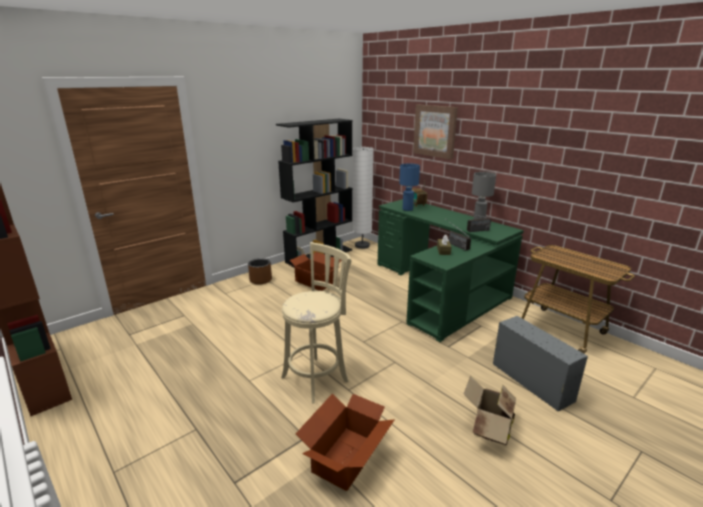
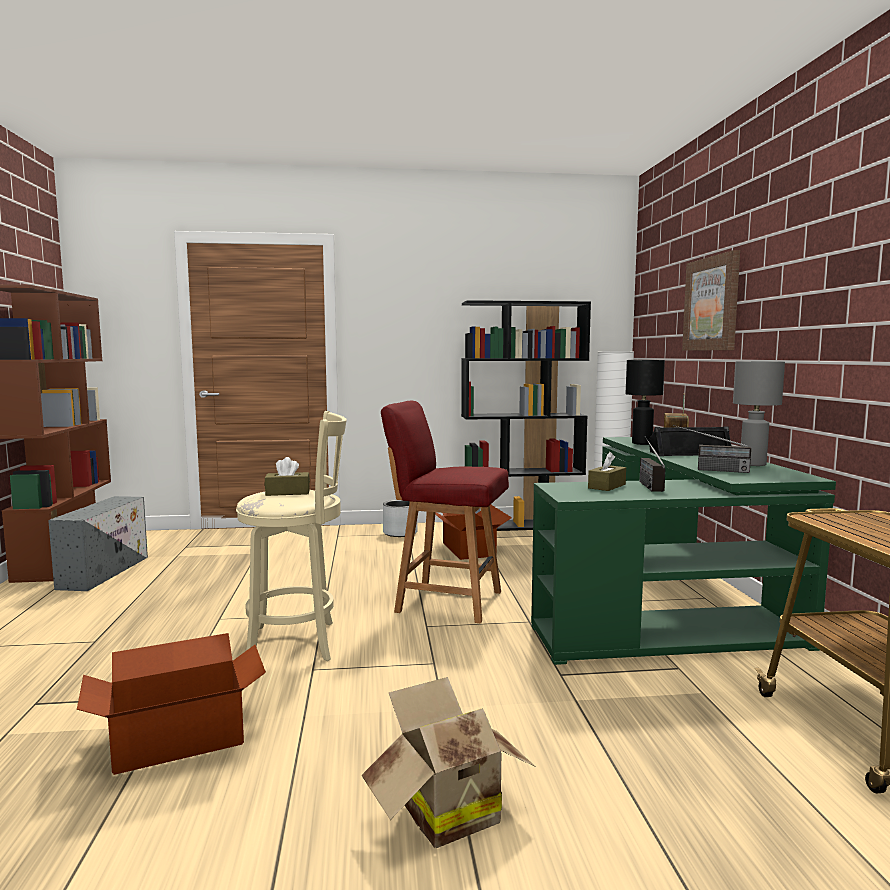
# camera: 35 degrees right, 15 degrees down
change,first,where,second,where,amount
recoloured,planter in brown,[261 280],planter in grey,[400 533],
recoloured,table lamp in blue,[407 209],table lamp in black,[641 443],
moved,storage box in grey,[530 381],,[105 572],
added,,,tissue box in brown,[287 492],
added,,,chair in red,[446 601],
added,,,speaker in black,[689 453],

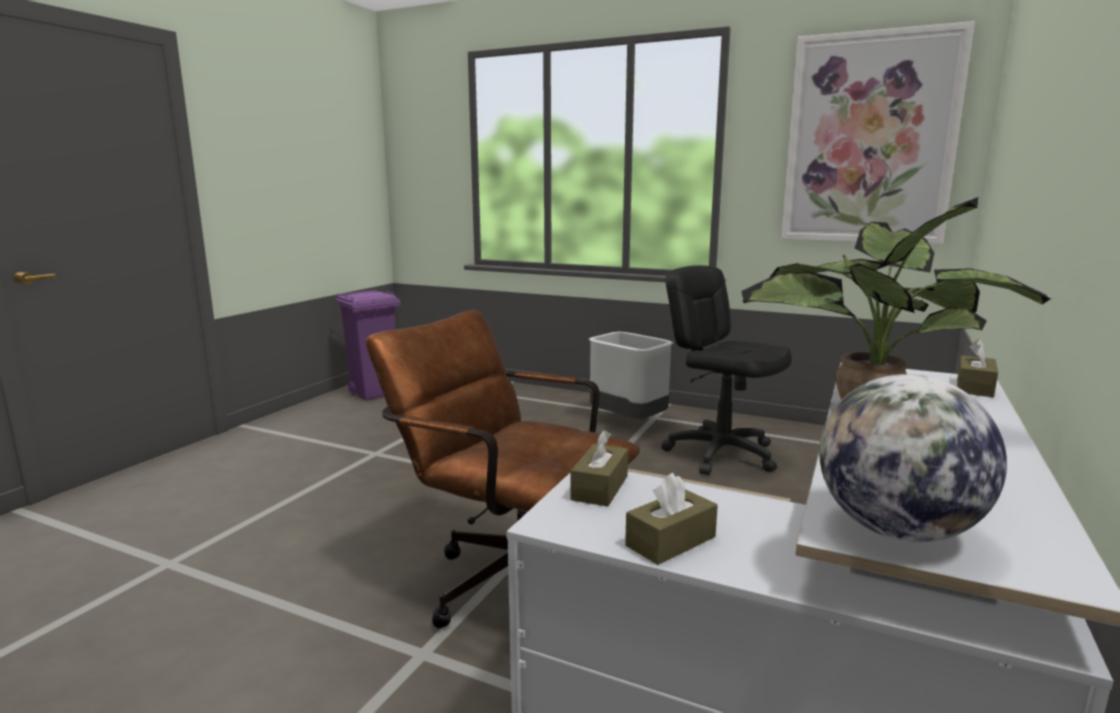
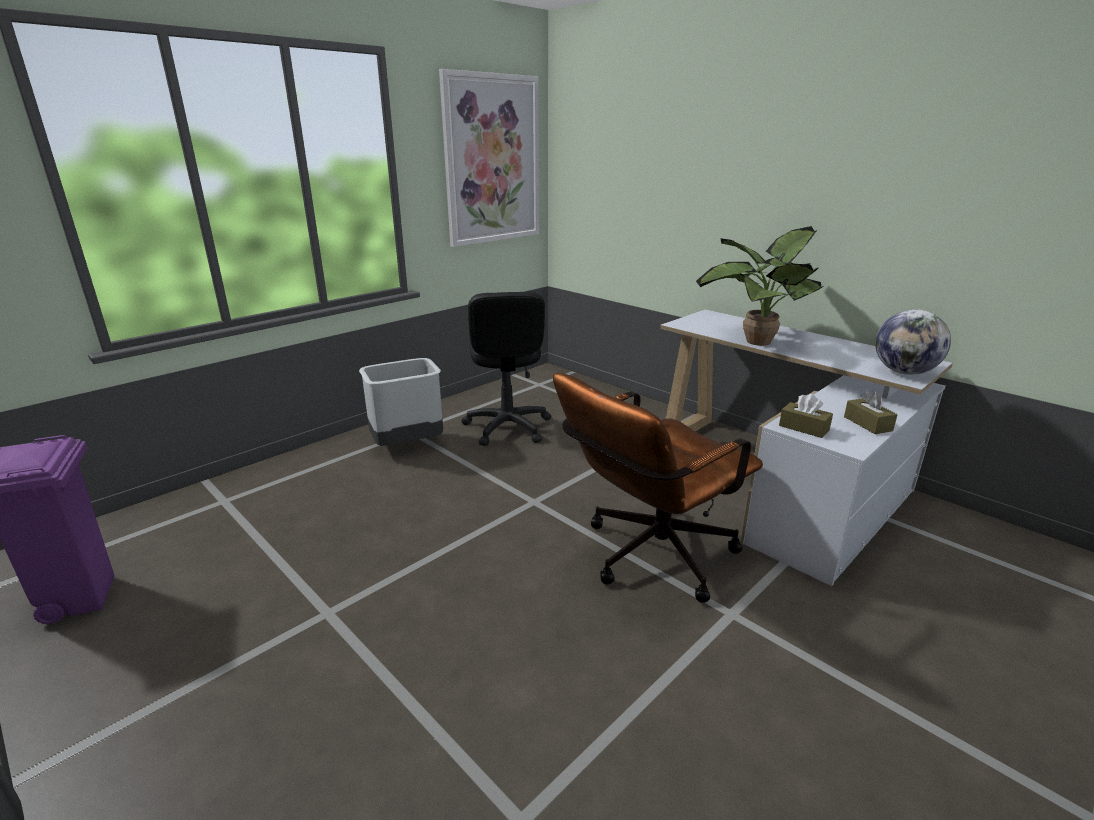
# camera: 70 degrees left, 10 degrees up
change,first,where,second,where,amount
turned,office chair in black,[721 453],,[507 427],75 degrees counterclockwise
removed,tissue box in brown,[974 387],,,

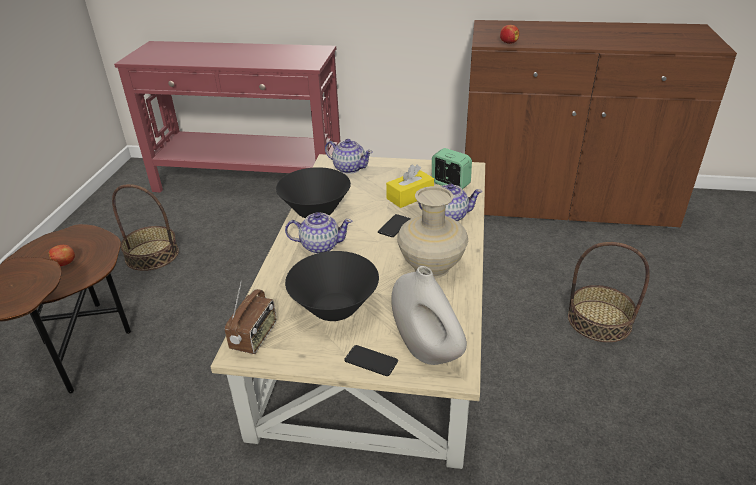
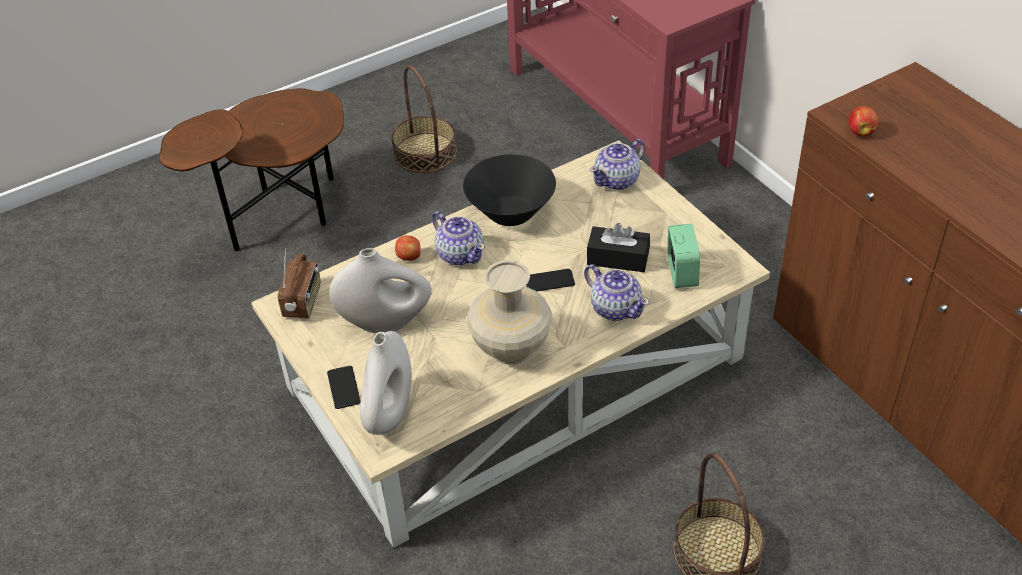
# camera: 50 degrees right, 10 degrees up
change,first,where,second,where,amount
moved,apple,[65 263],,[409 257],
turned,radio,[255 337],,[303 302],60 degrees counterclockwise
replaced,bowl in black,[334 307],vase in white,[385 322],
turned,teapot,[349 168],,[617 180],60 degrees clockwise
recoloured,tissue box in yellow,[410 196],tissue box in black,[618 258],

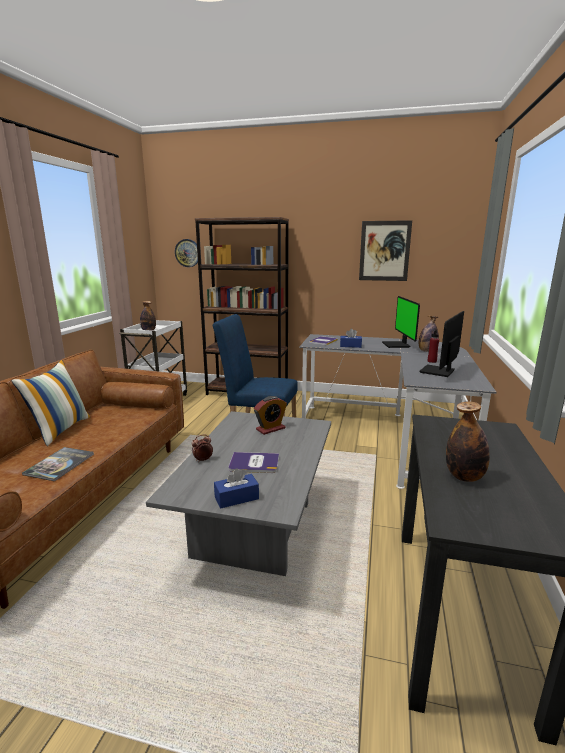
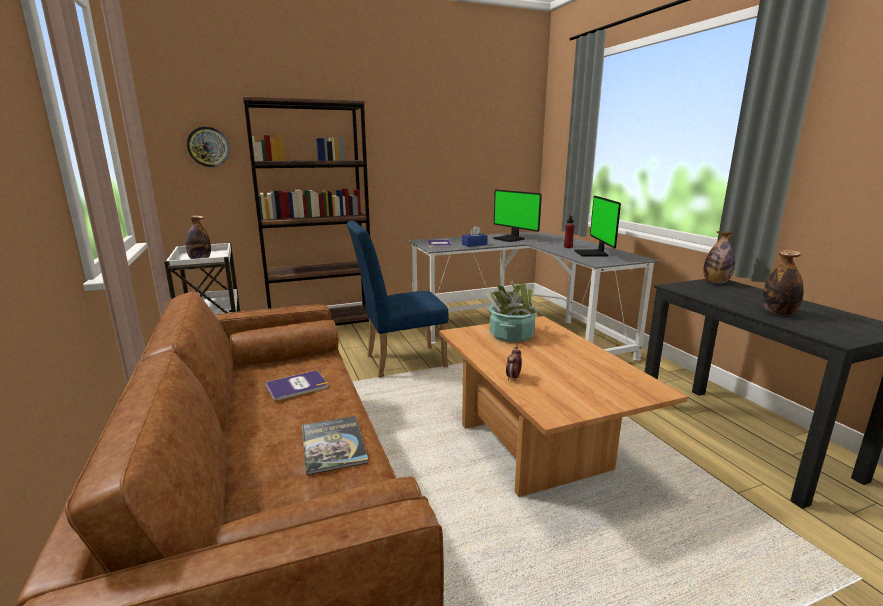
# camera: 35 degrees left, 0 degrees up
change,first,where,second,where,amount
removed,pillow,[60 429],,,
recoloured,coffee table in grey,[257 530],coffee table in brown,[538 446],
removed,tissue box in blue,[236 498],,,
moved,book,[254 463],,[297 386],
replaced,alarm clock,[270 429],potted plant,[511 335],
removed,picture,[384 251],,,
moved,bottle,[427 351],,[716 282],

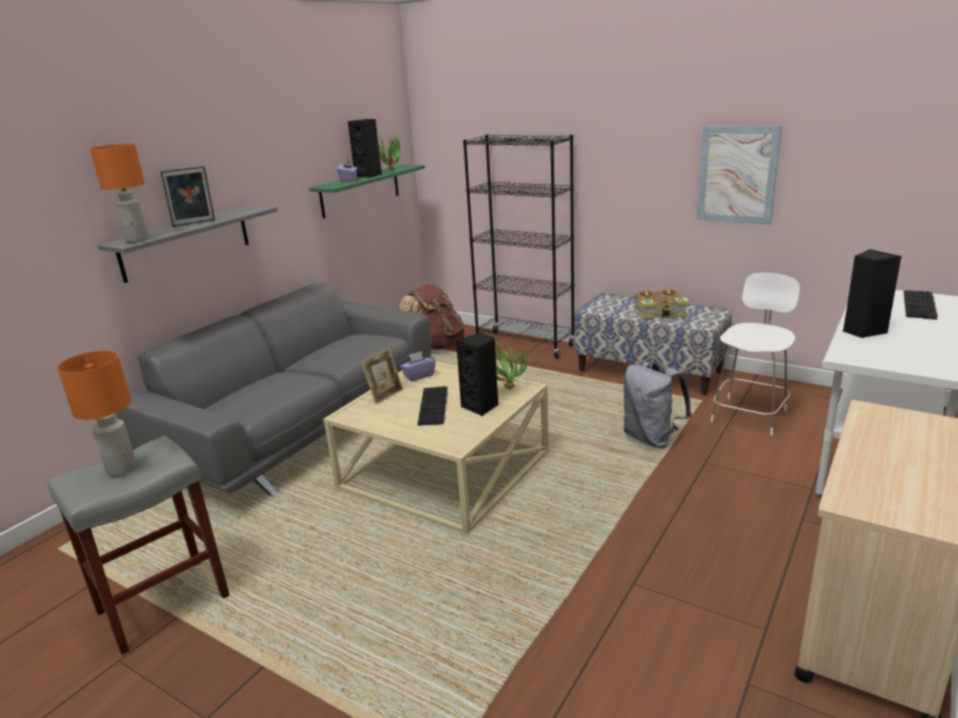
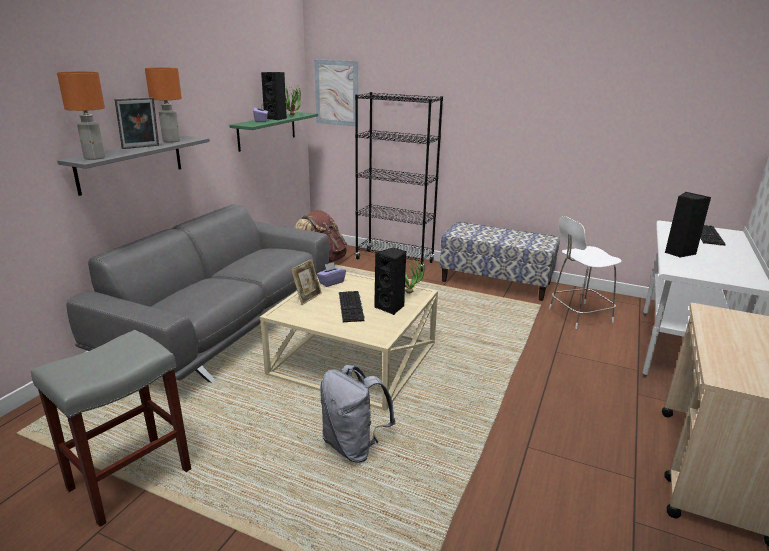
# camera: 10 degrees left, 0 degrees up
change,first,where,second,where,amount
moved,table lamp in orange,[121 469],,[171 141],
moved,backpack in grey,[652 438],,[354 446],
removed,book,[661 312],,,
moved,picture,[737 175],,[337 93],
turned,chair in white,[749 414],,[578 315],135 degrees counterclockwise

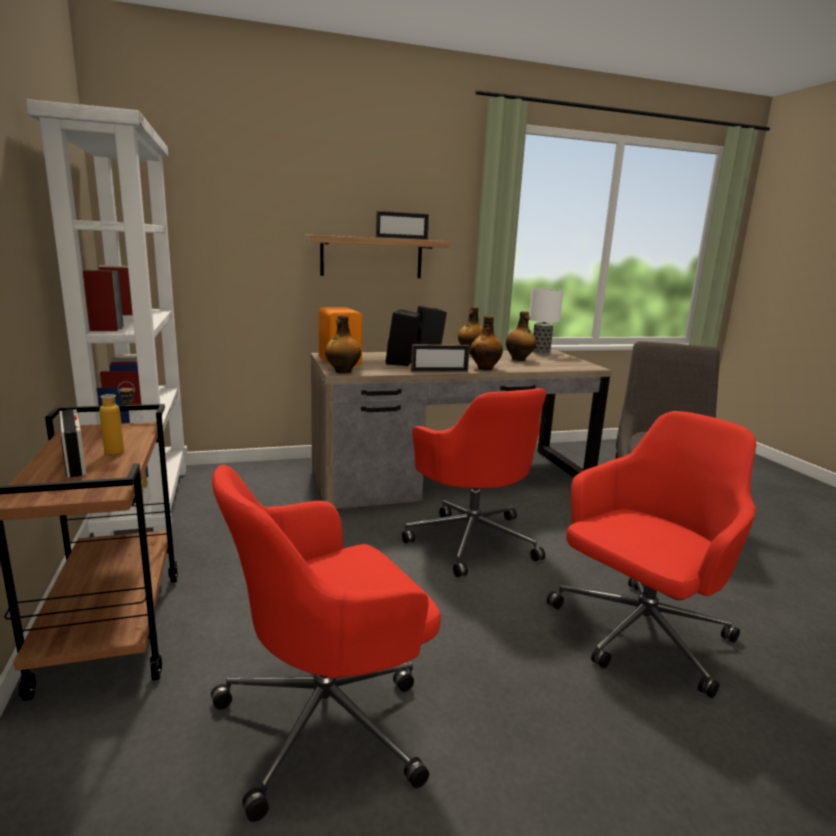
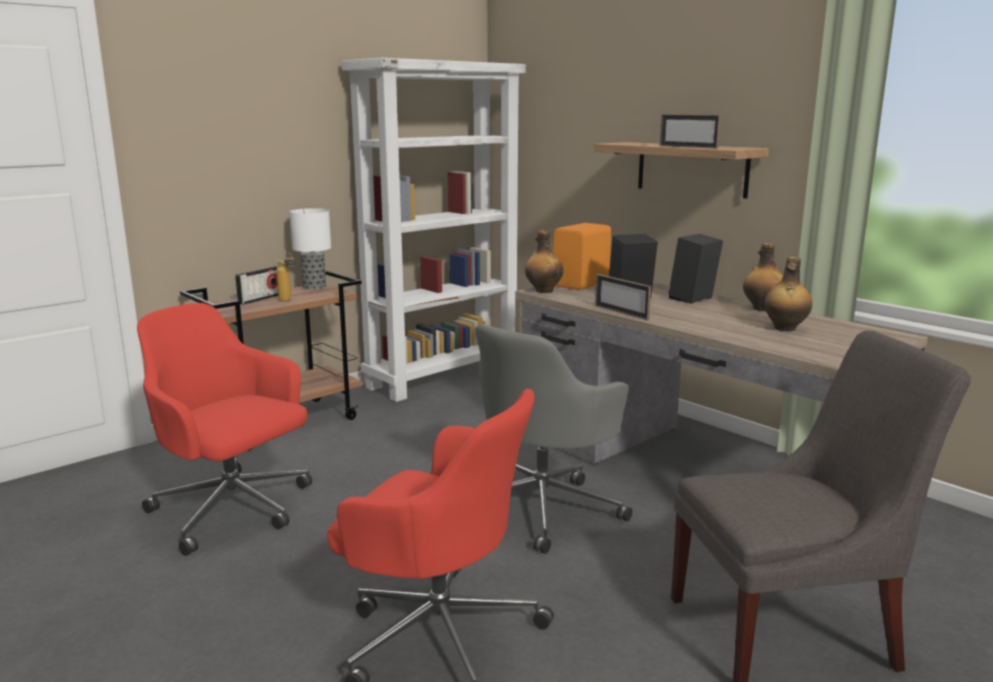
# camera: 65 degrees right, 0 degrees up
change,first,where,second,where,amount
recoloured,office chair in red,[472 539],office chair in grey,[544 507],
removed,bottle,[485 368],,,
moved,table lamp,[541 352],,[315 287],

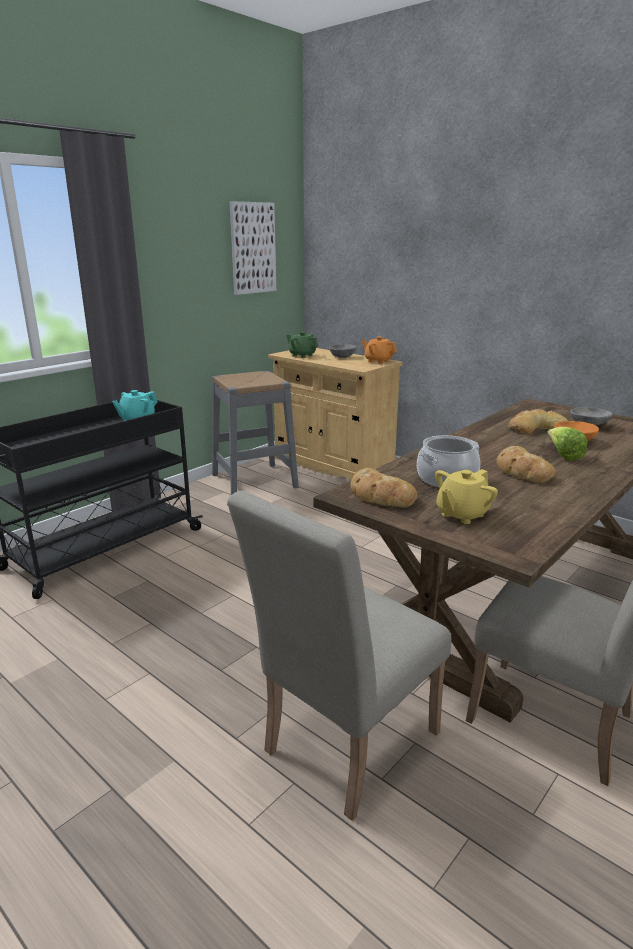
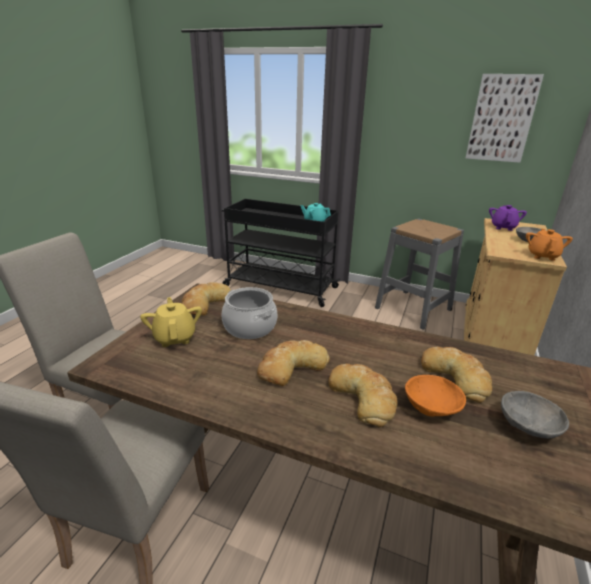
# camera: 70 degrees right, 5 degrees up
change,first,where,second,where,amount
recoloured,teapot in green,[302 355],teapot in purple,[503 227],
turned,teapot in yellow,[461 514],,[175 338],45 degrees clockwise
replaced,lettuce,[563 455],bread,[363 396],

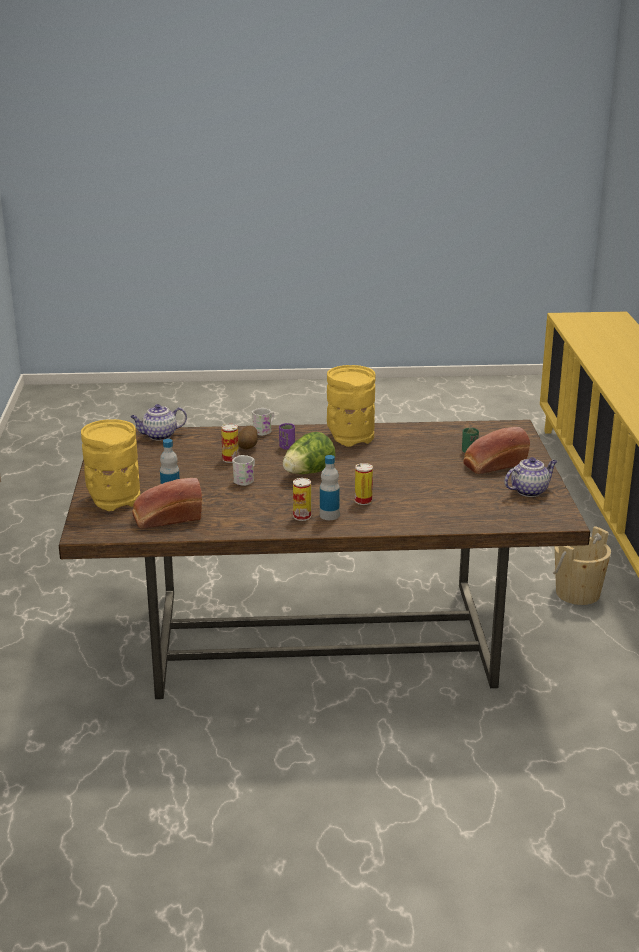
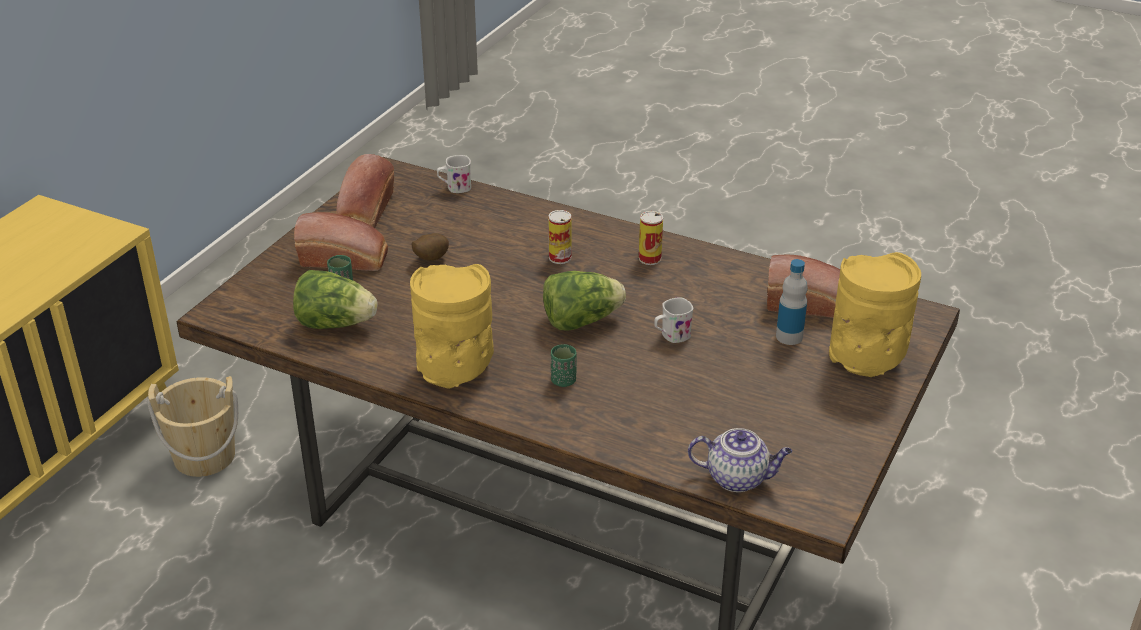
# camera: 150 degrees left, 10 degrees up
change,first,where,second,where,amount
removed,can,[230 459],,,
moved,potato,[248 447],,[430 259],
moved,mug in white,[264 431],,[455 188],
recoloured,cup in purple,[287 447],cup in green,[563 381],
removed,bottle,[329 515],,,
replaced,teapot,[529 491],bread,[365 213],
added,,,lettuce,[335 324],

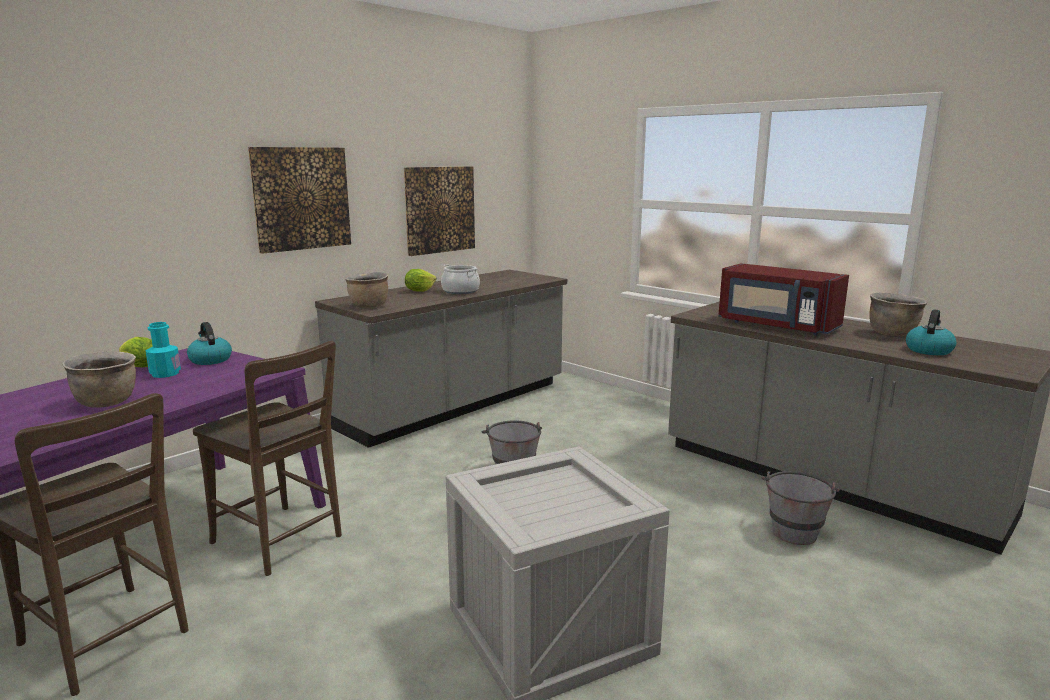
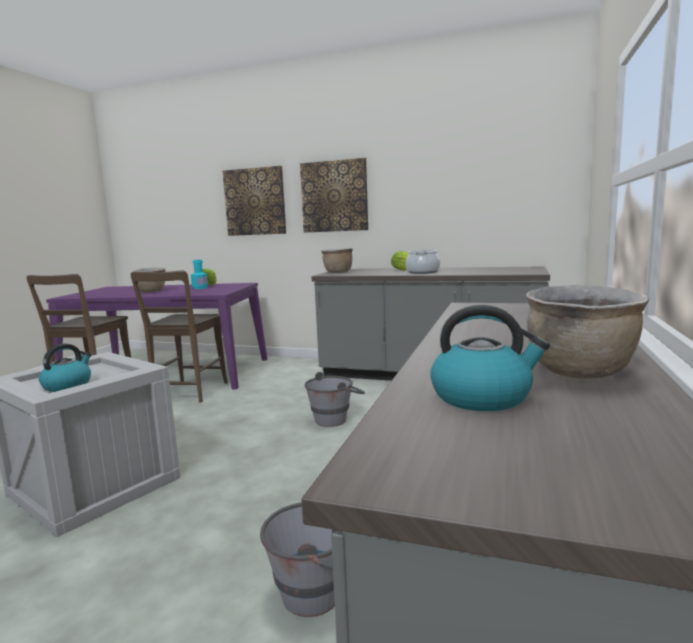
# camera: 65 degrees right, 5 degrees down
change,first,where,second,where,amount
moved,kettle,[210 360],,[68 385],
moved,picture,[439 209],,[255 202],
removed,microwave in red,[776 326],,,

